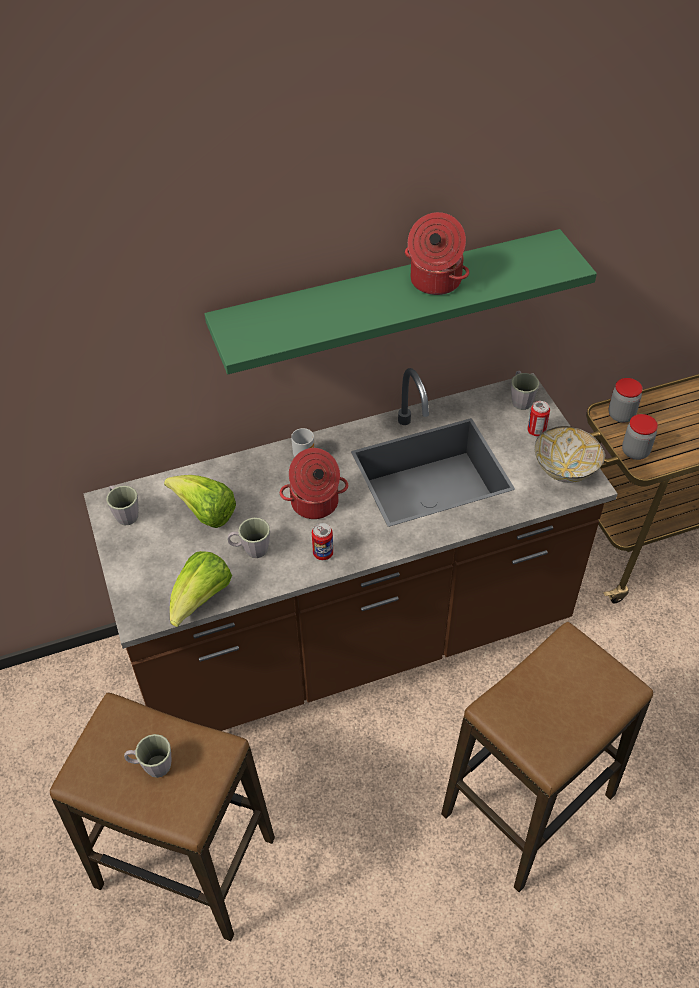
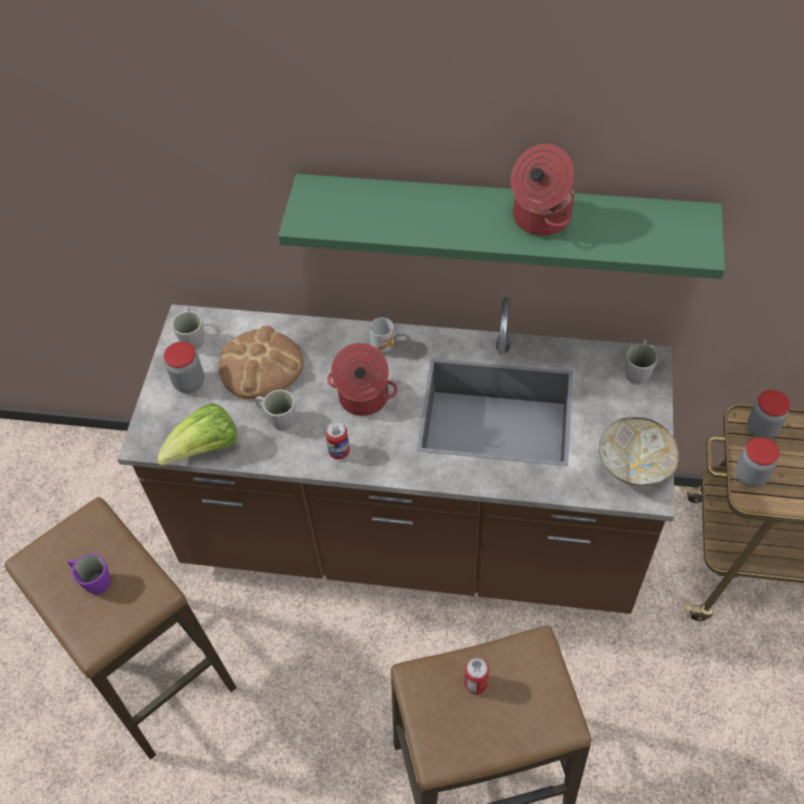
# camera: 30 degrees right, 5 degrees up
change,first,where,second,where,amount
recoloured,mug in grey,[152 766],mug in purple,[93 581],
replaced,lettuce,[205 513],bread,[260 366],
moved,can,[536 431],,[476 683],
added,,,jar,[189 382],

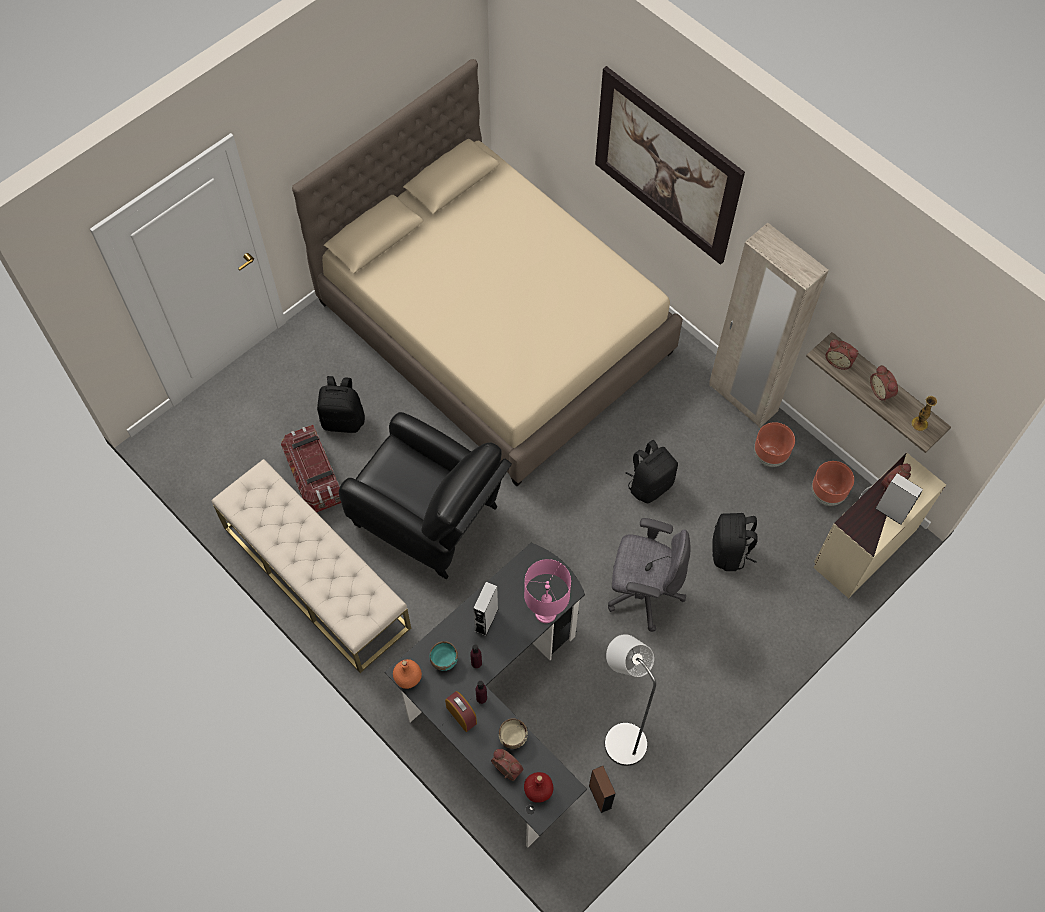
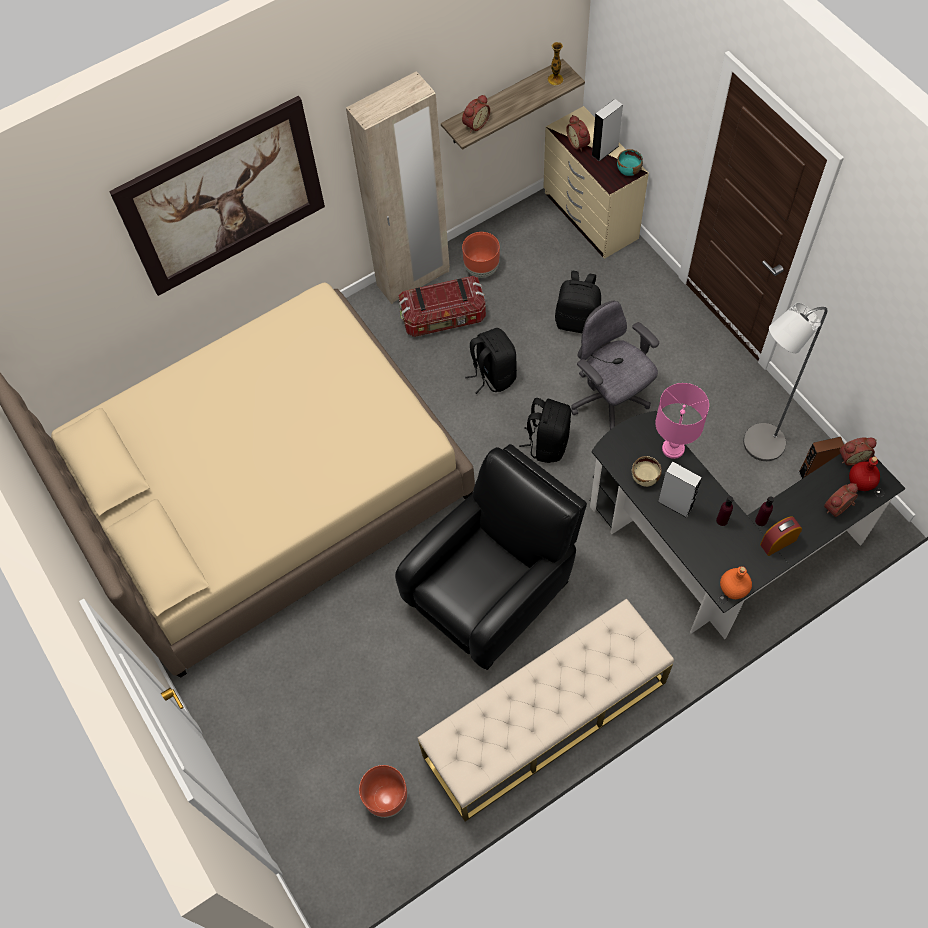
# camera: 75 degrees left, 0 degrees up
change,first,where,second,where,amount
moved,storage box,[314 477],,[444 318],
moved,backpack in black,[343 419],,[547 443],
moved,bowl in turquoise,[444 660],,[628 170],
moved,bowl in beige,[512 737],,[645 477],
turned,office chair in grey,[643 592],,[609 401],60 degrees counterclockwise
moved,planter in brown,[826 494],,[386 798],
moved,alarm clock,[882 391],,[852 456],

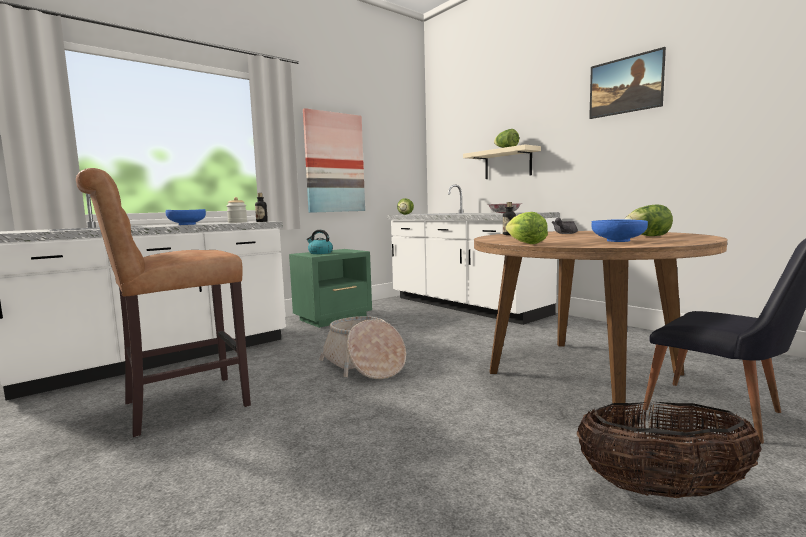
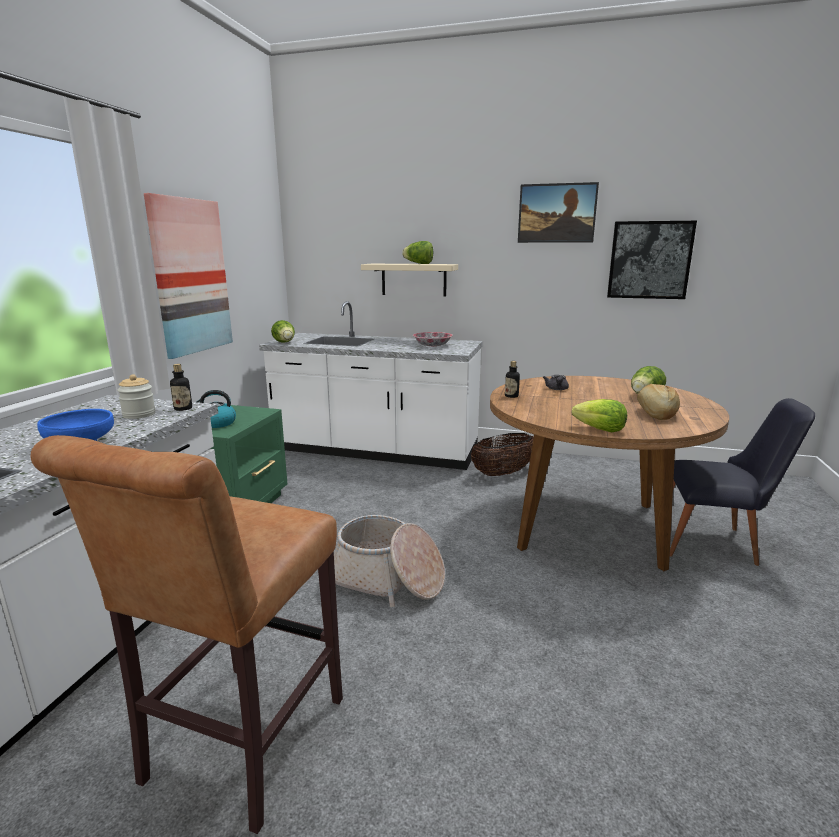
# camera: 35 degrees left, 10 degrees up
change,first,where,second,where,amount
moved,basket,[662 490],,[503 473],
replaced,bowl in blue,[617 241],bread,[655 414],
added,,,picture,[649 260],

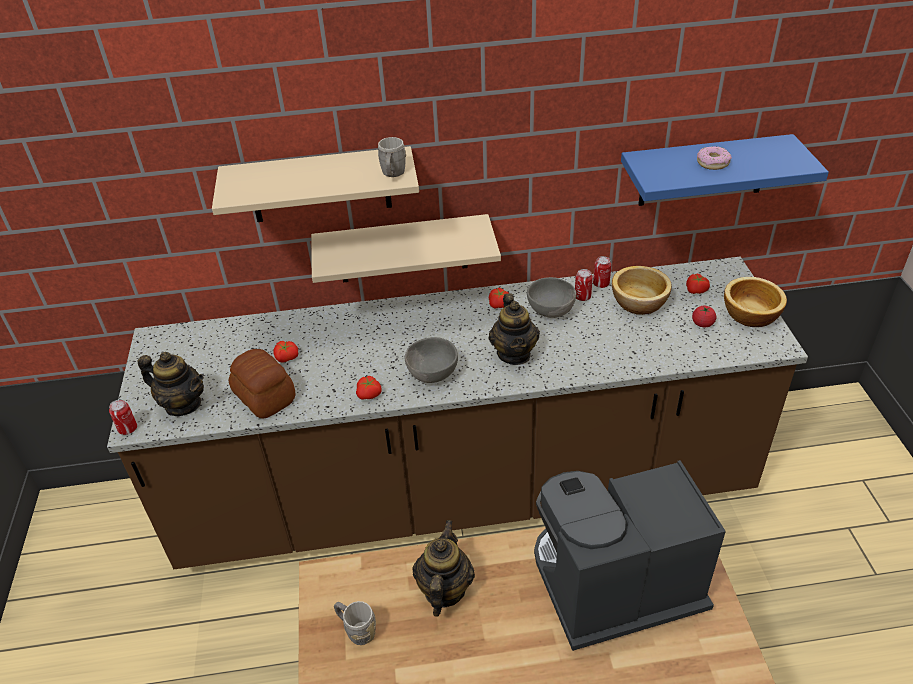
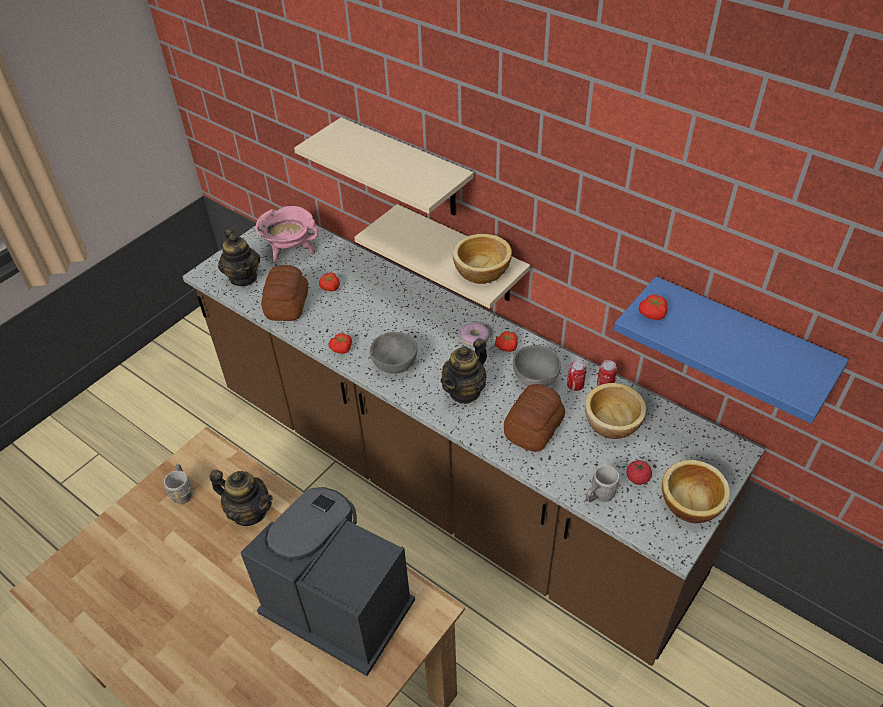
# camera: 45 degrees right, 5 degrees up
change,first,where,second,where,amount
removed,can,[128 429],,,
moved,mug in grey,[392 174],,[599 496],
turned,teapot,[444 590],,[249 512],60 degrees clockwise
moved,tomato,[696 290],,[653 315],
moved,donut,[712 163],,[474 338],
added,,,cooking pot in pink,[291 252],
added,,,bowl,[481 272],
added,,,bread,[534 428],

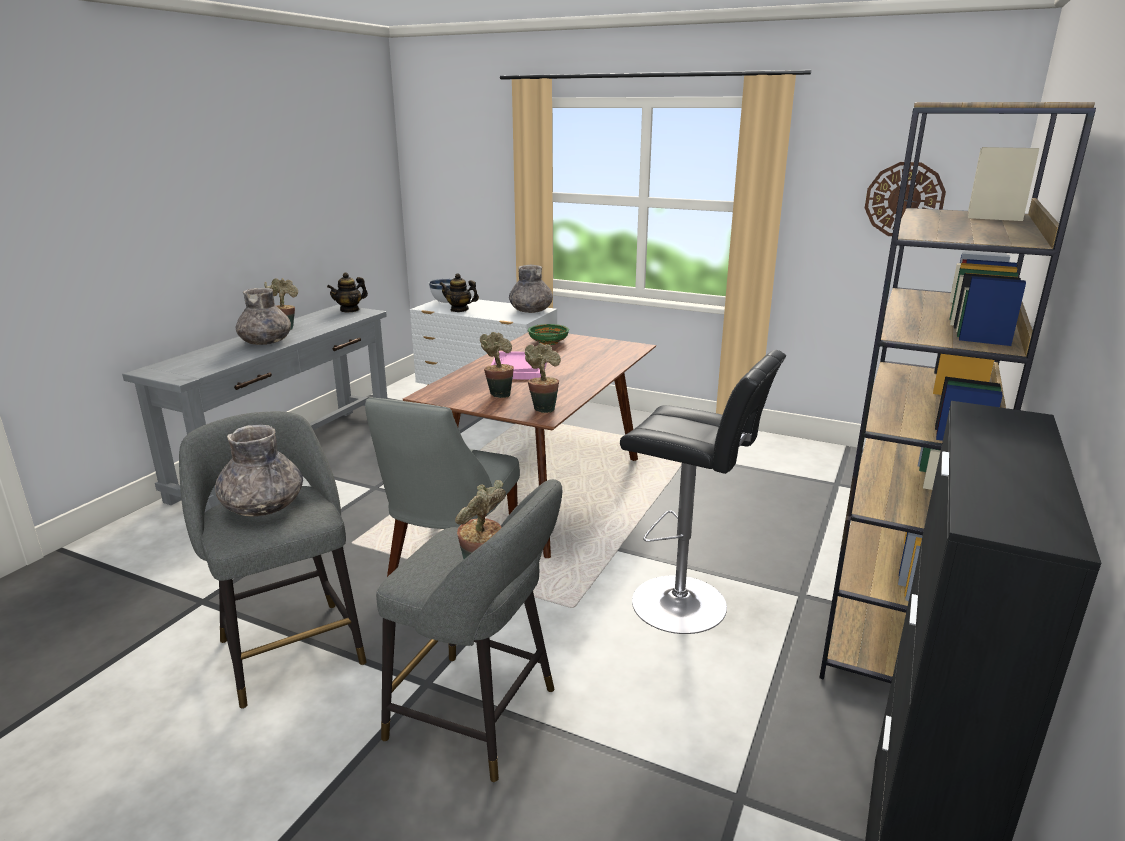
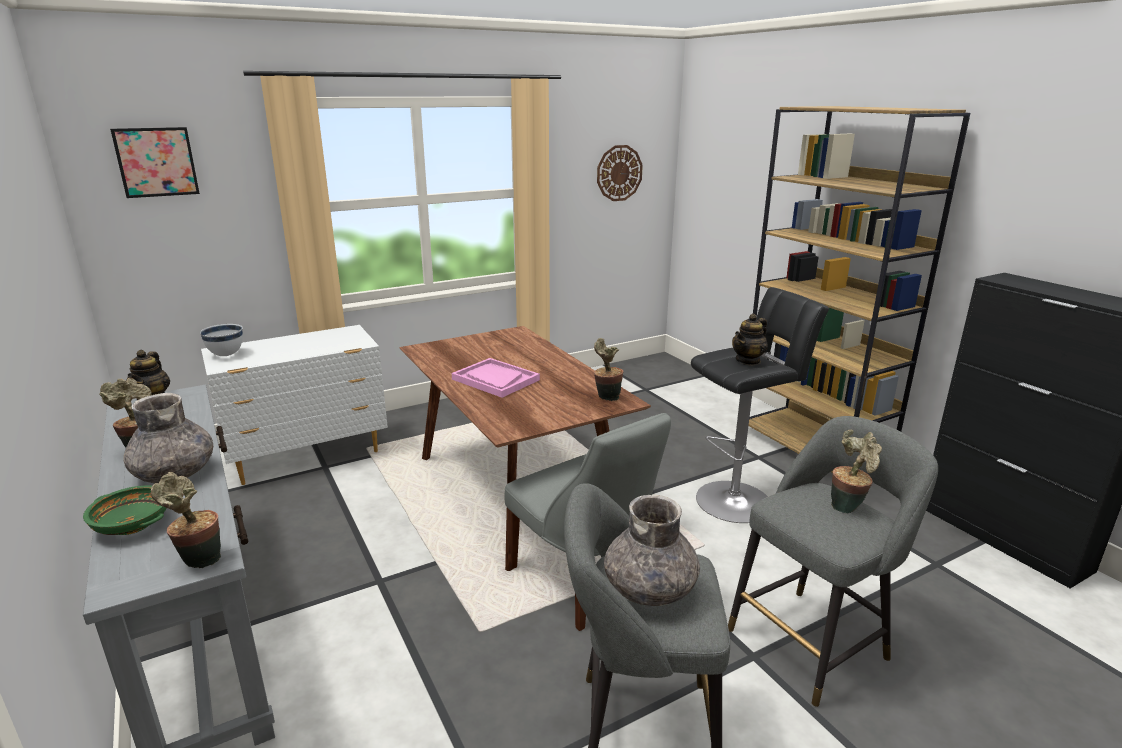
# camera: 55 degrees left, 0 degrees up
change,first,where,second,where,amount
moved,teapot,[459 310],,[748 360],
moved,potted plant,[499 394],,[199 560],
removed,vase in grey,[531 311],,,
moved,bowl in green,[548 342],,[133 525],
added,,,picture,[156 162],

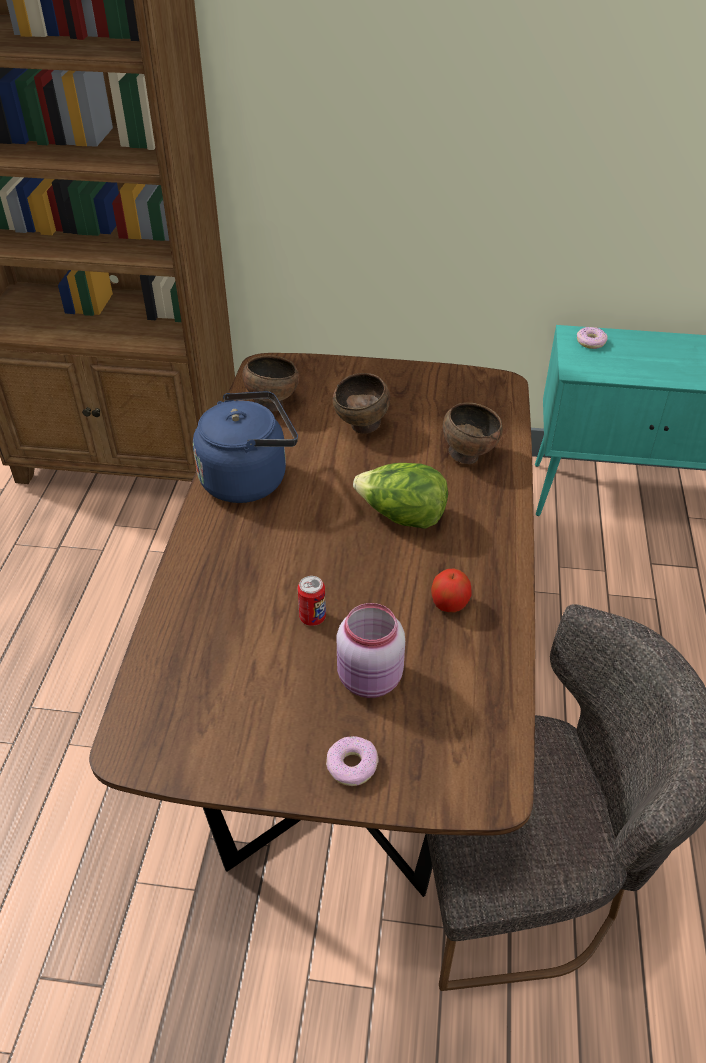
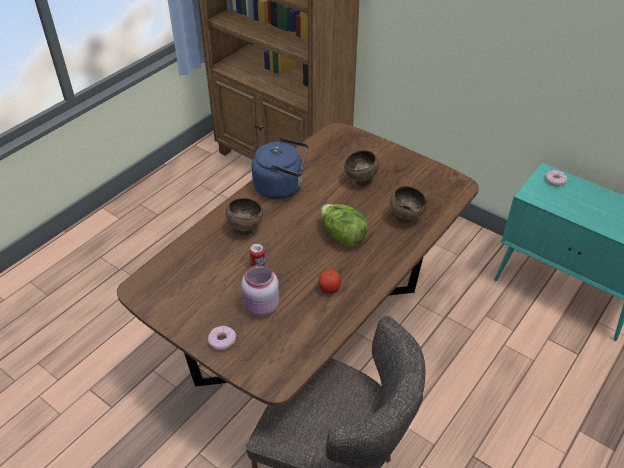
# camera: 30 degrees right, 0 degrees up
change,first,where,second,where,amount
moved,bowl in brown,[271 404],,[245 229],

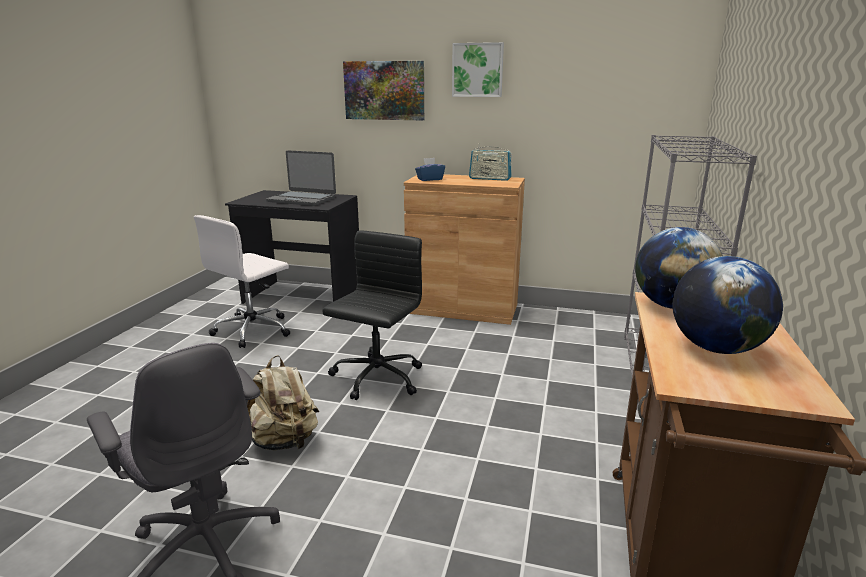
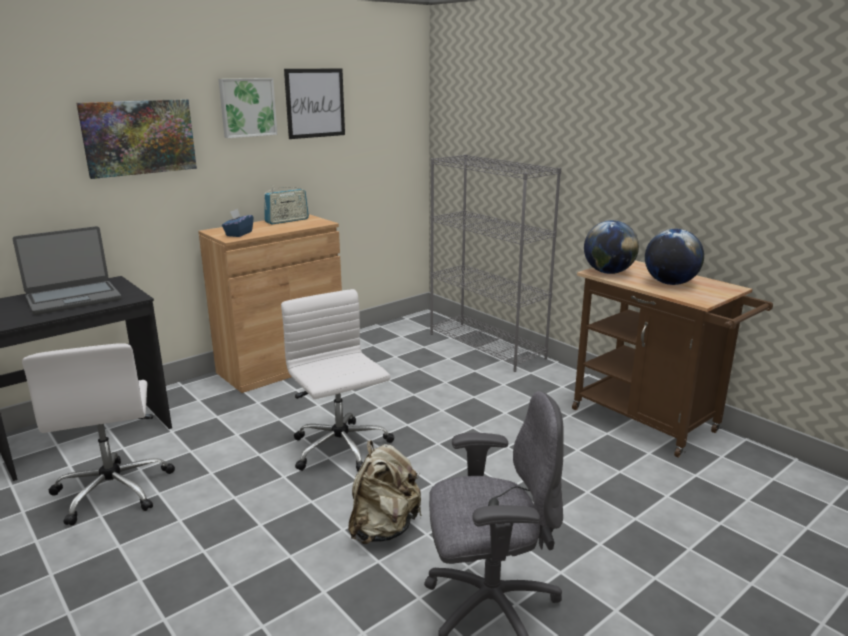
# camera: 55 degrees left, 0 degrees up
change,first,where,second,where,amount
recoloured,office chair in black,[376 378],office chair in white,[341 449],
added,,,picture,[315 103],

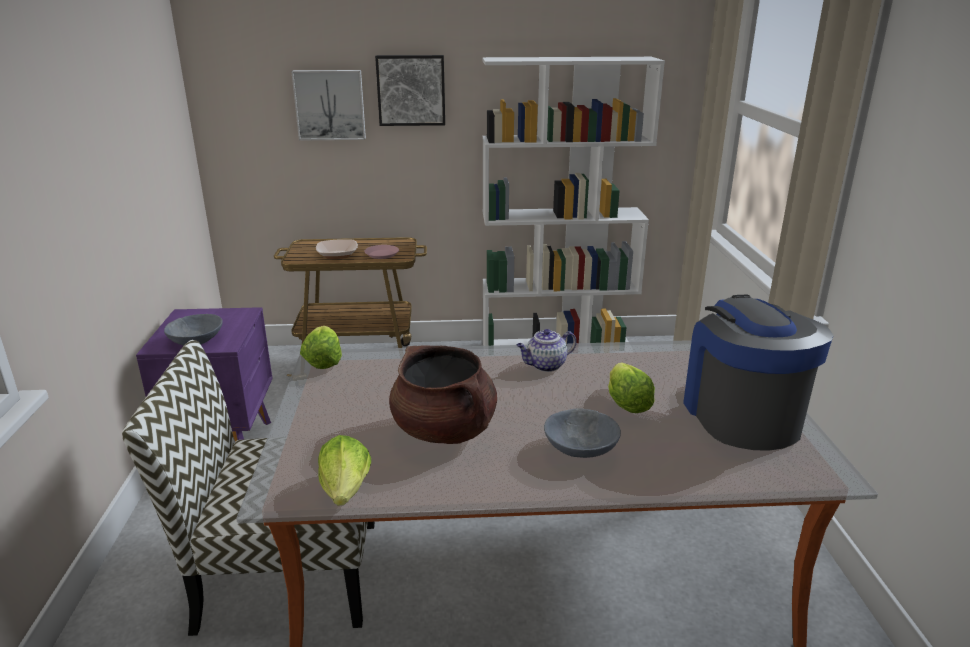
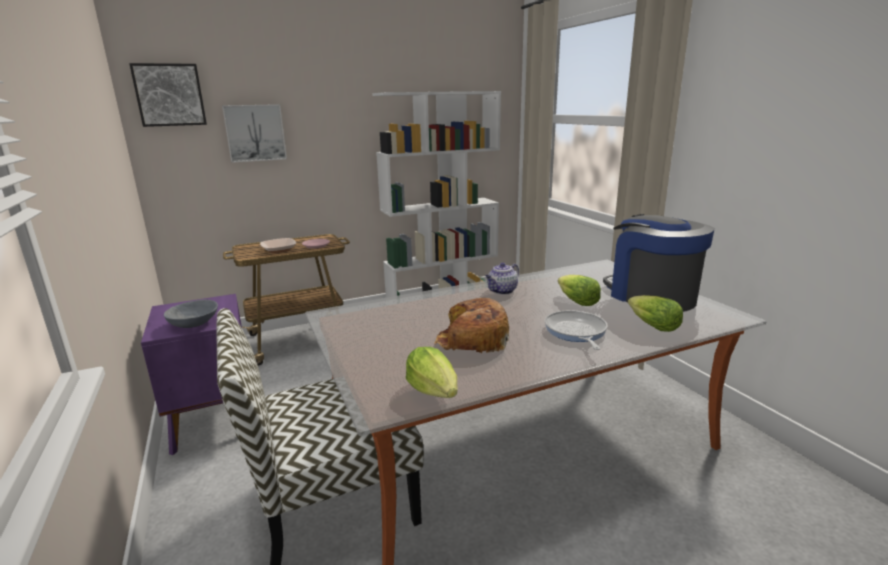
# camera: 20 degrees left, 5 degrees down
change,first,where,second,where,amount
moved,lettuce,[323 360],,[652 326],
moved,picture,[411 90],,[170 95],
replaced,cooking pot in brown,[445 430],bread,[471 339],
replaced,bowl in grey,[580 449],frying pan,[575 332],

